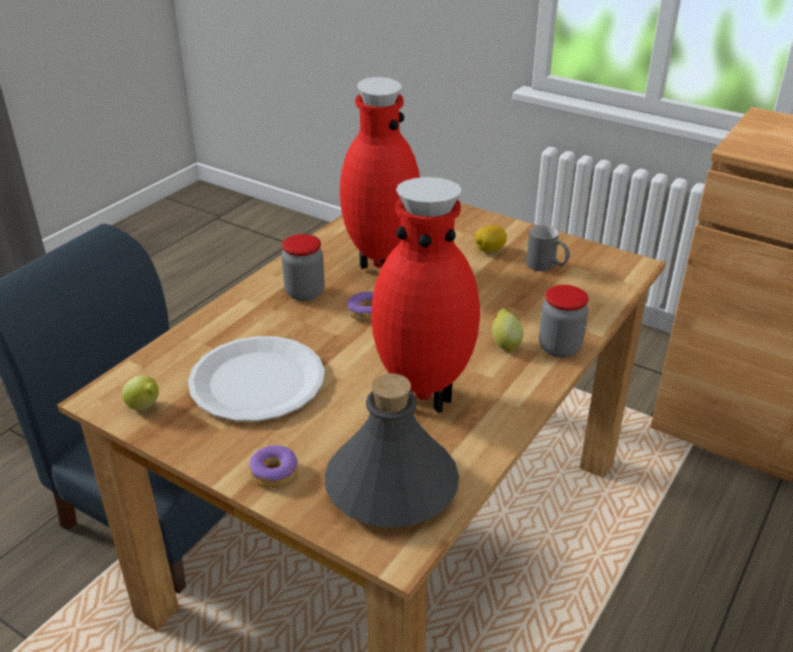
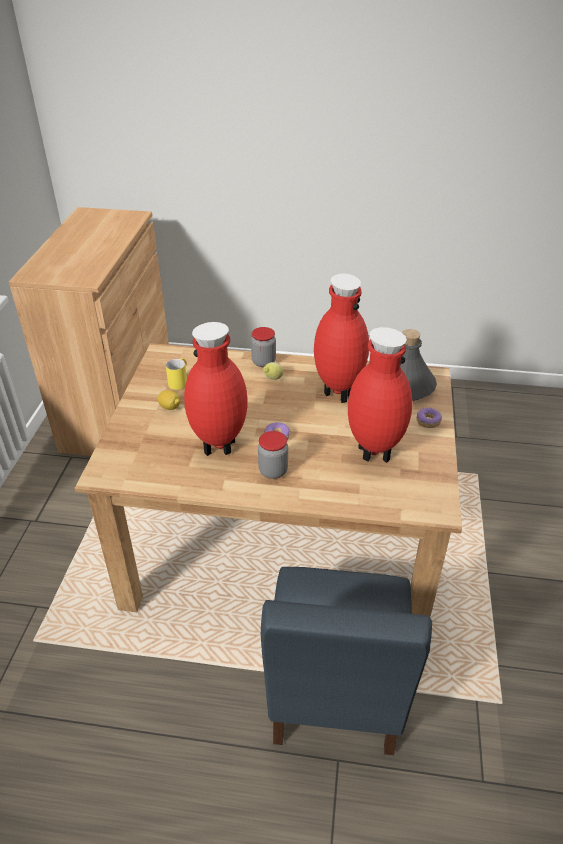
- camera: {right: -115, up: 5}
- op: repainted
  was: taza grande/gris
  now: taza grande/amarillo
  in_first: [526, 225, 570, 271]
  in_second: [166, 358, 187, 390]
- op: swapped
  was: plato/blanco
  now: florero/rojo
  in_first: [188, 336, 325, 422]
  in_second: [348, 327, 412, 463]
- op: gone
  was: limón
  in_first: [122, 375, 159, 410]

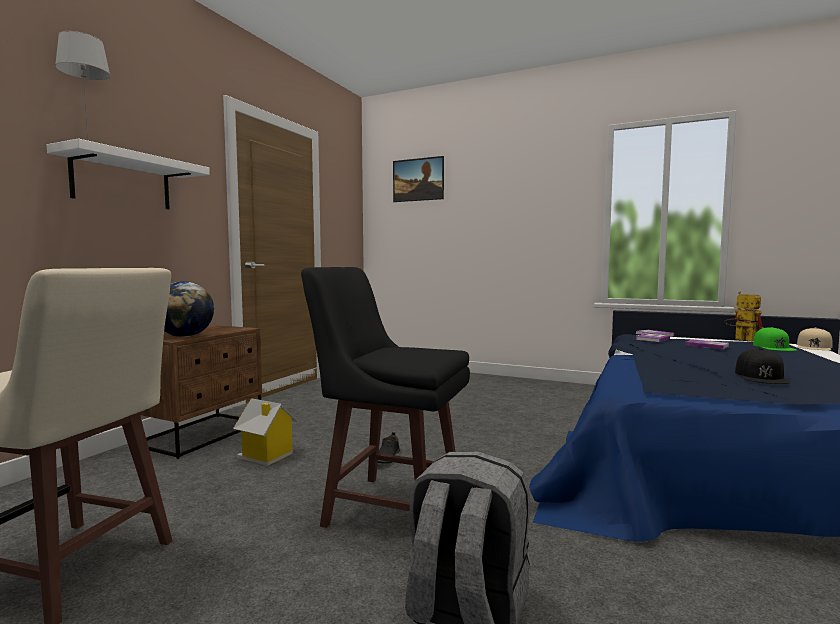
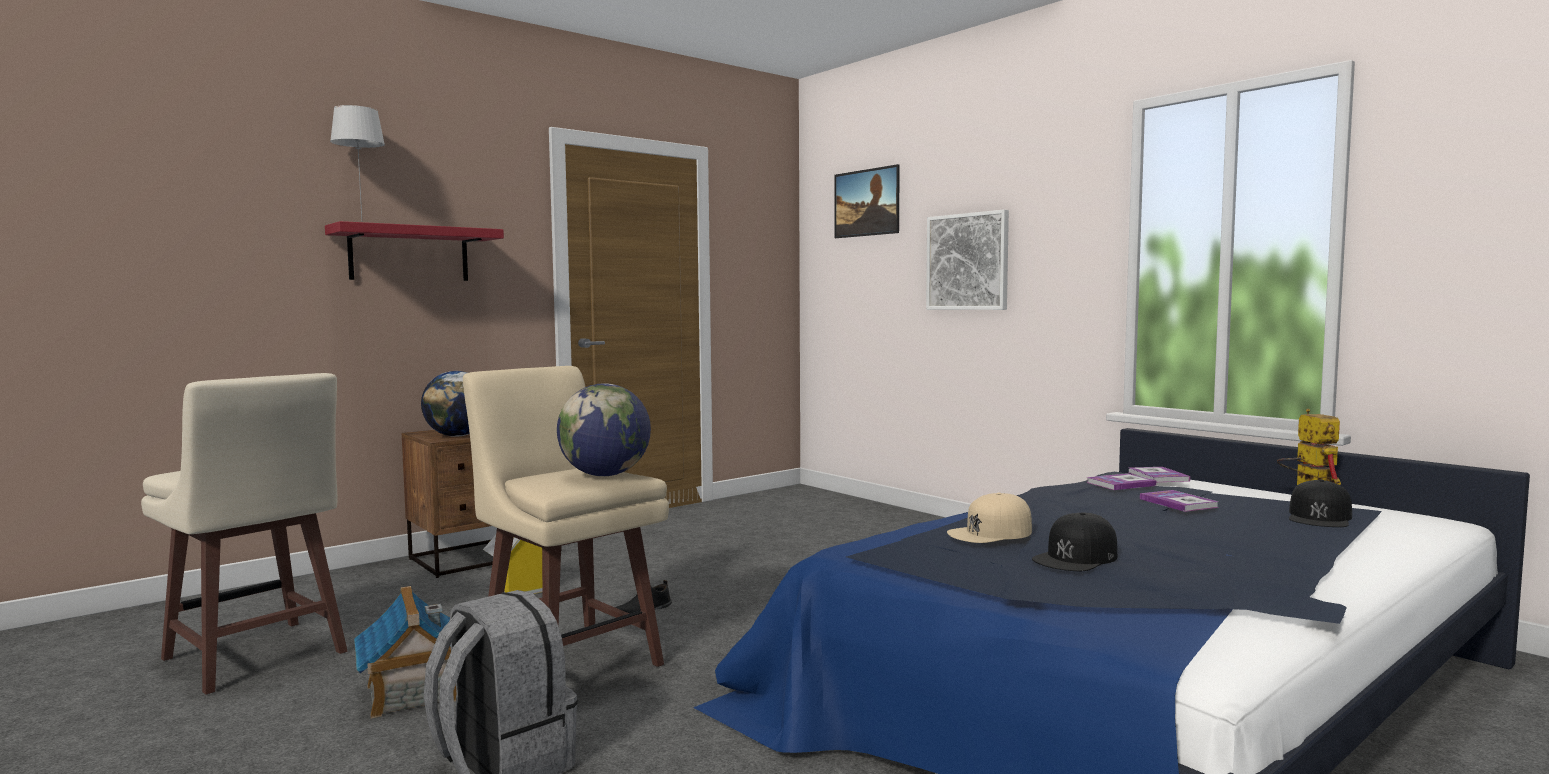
- camera: {right: 25, up: 0}
- op: repainted
  was: estante/blanco
  now: estante/rojo
  in_first: [47, 138, 210, 209]
  in_second: [325, 221, 504, 281]
- op: repainted
  was: taburete/negro
  now: taburete/beis
  in_first: [301, 267, 470, 528]
  in_second: [463, 366, 669, 667]
- op: repainted
  was: gorra/verde
  now: gorra/negro
  in_first: [753, 327, 797, 351]
  in_second: [1289, 480, 1352, 527]
- op: shifted
  was: gorra/beis
  in_first: [797, 328, 833, 350]
  in_second: [947, 493, 1032, 543]
- op: new
  now: cuadro
  in_second: [926, 209, 1009, 310]
- op: new
  now: globo terráqueo
  in_second: [557, 383, 651, 476]
- op: new
  now: casita
  in_second: [354, 586, 456, 718]

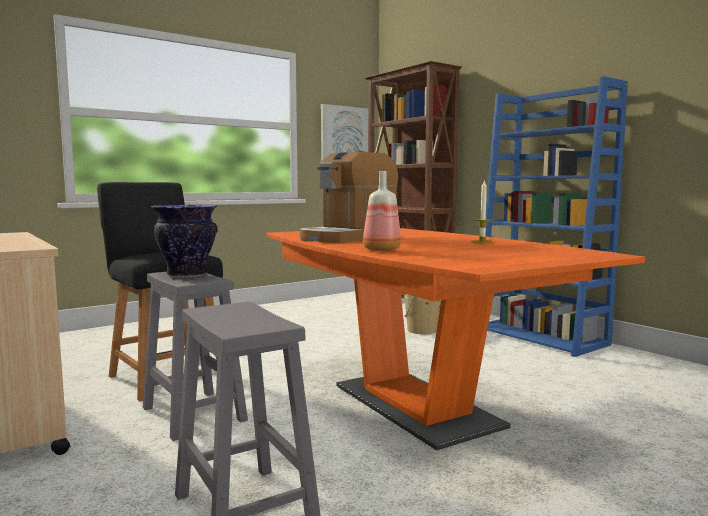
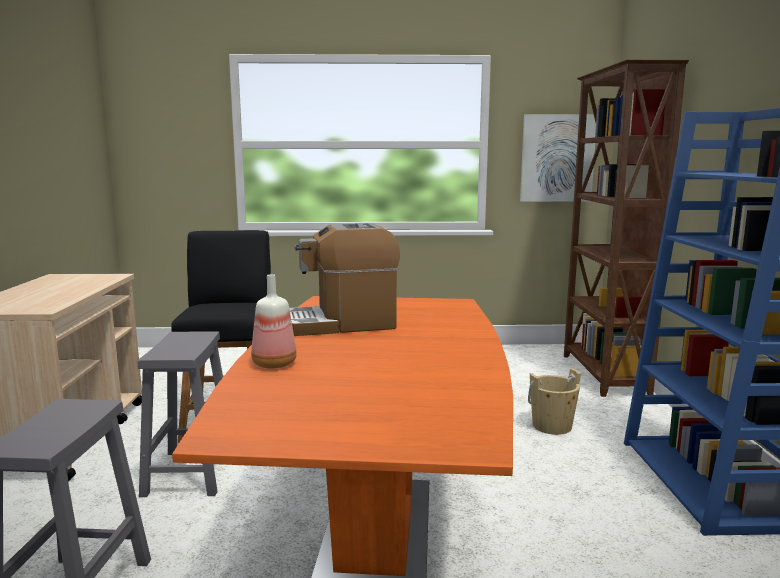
- camera: {right: 35, up: 5}
- op: gone
  was: vela
  in_first: [471, 181, 494, 243]
- op: gone
  was: florero
  in_first: [151, 204, 218, 278]

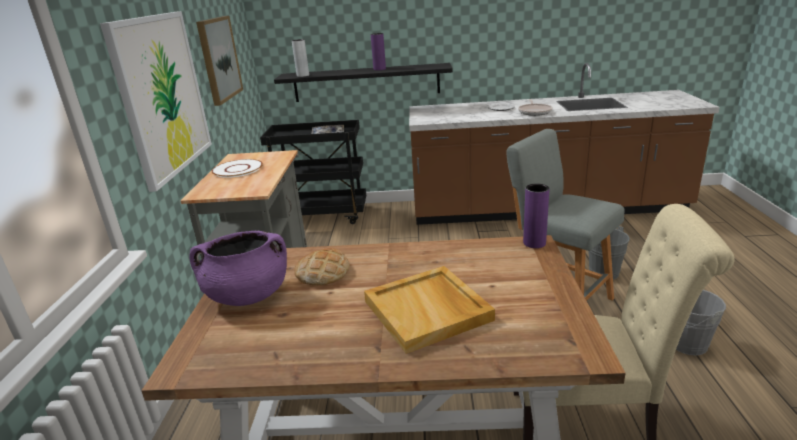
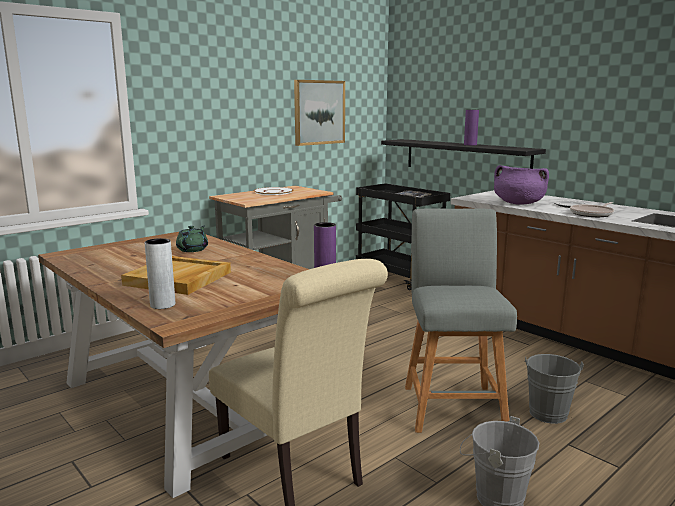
- camera: {right: 45, up: -10}
- op: gone
  was: cuadro
  in_first: [100, 11, 212, 192]
- op: shifted
  was: florero/gris
  in_first: [292, 39, 309, 77]
  in_second: [145, 238, 175, 309]
- op: shifted
  was: olla/morado
  in_first: [189, 231, 287, 306]
  in_second: [494, 165, 549, 205]
- op: swapped
  was: pan
  now: tetera/verde
  in_first: [294, 248, 350, 285]
  in_second: [176, 226, 208, 252]

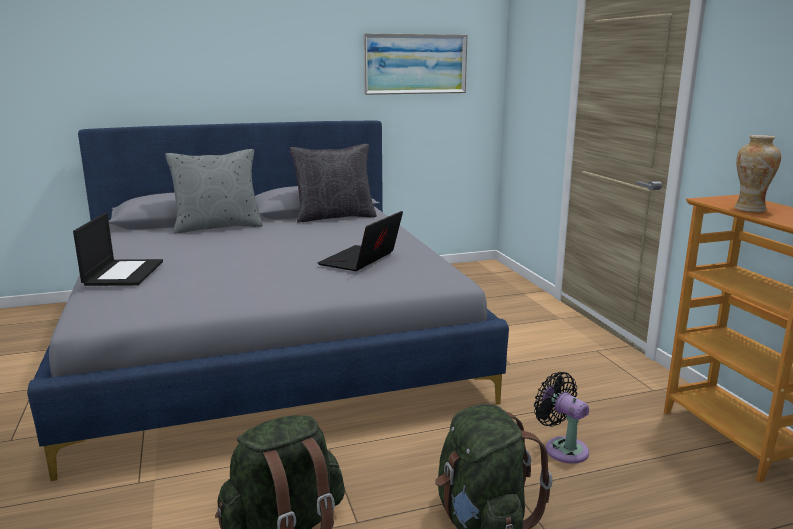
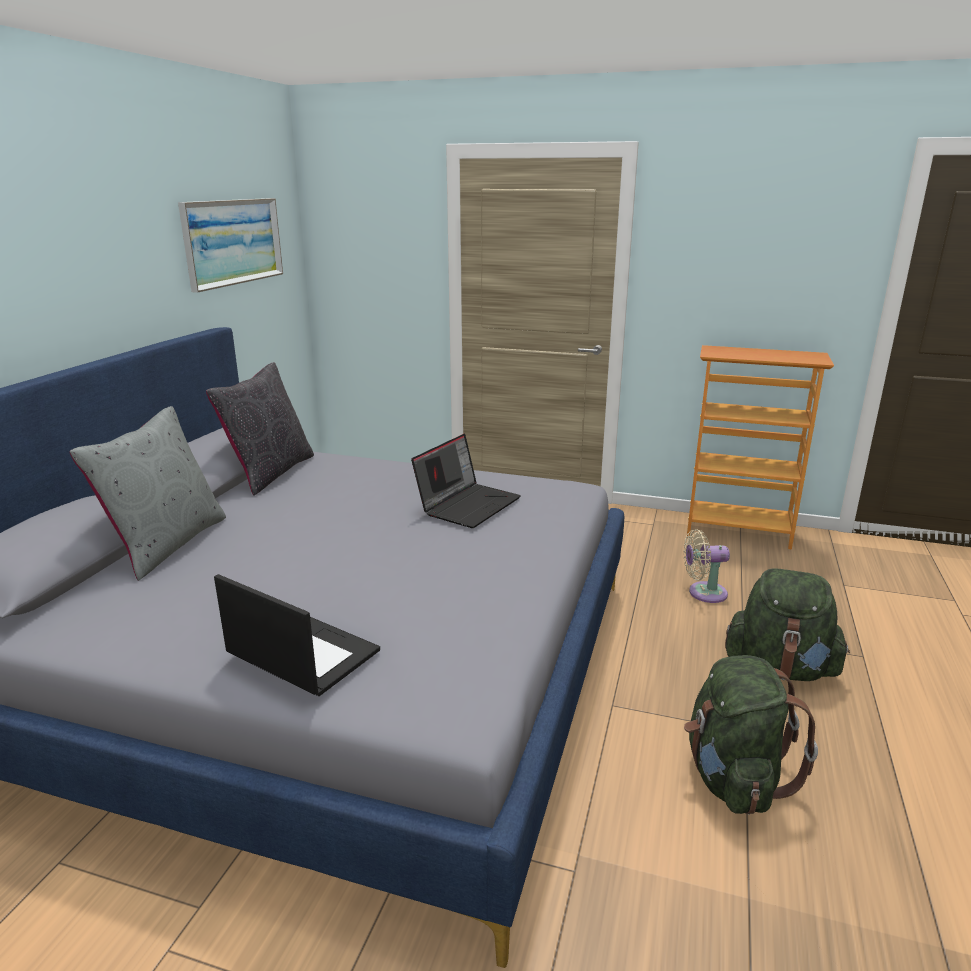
- camera: {right: -55, up: 5}
- op: gone
  was: florero
  in_first: [734, 135, 781, 212]
- op: rotated
  was: portátil
  in_first: [317, 211, 403, 271]
  in_second: [411, 434, 521, 528]
  clockwise: -120
- op: repainted
  was: ventilador/negro
  now: ventilador/beis
  in_first: [534, 372, 589, 464]
  in_second: [683, 529, 730, 603]

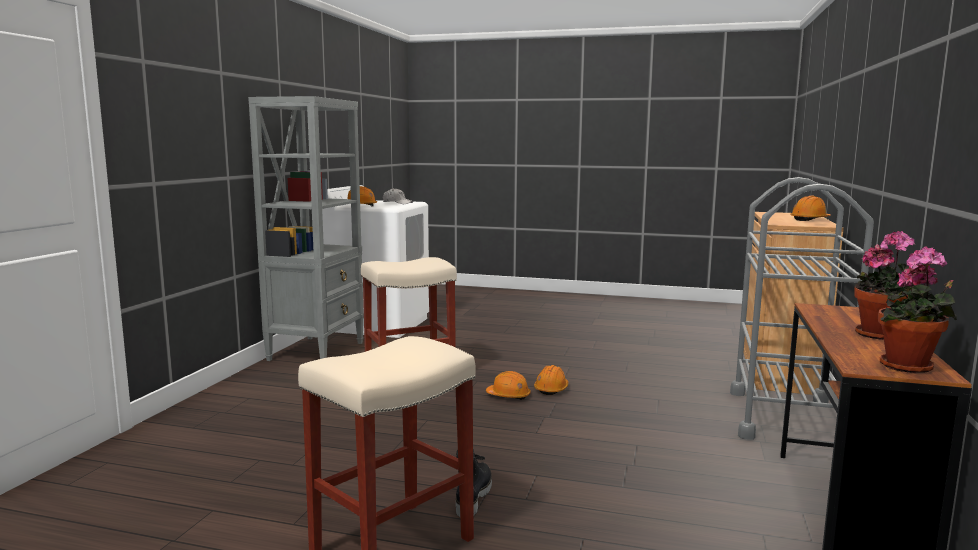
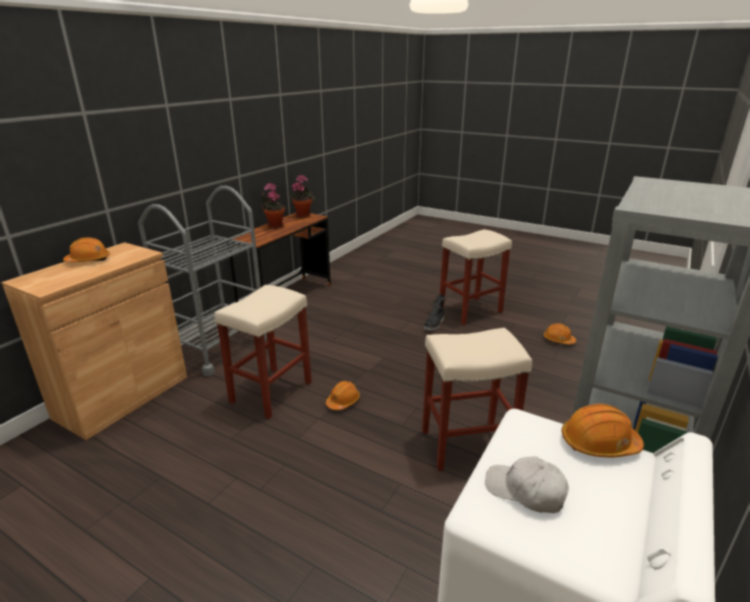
- camera: {right: -165, up: 15}
- op: shifted
  was: casco/naranja
  in_first: [486, 371, 531, 400]
  in_second: [544, 323, 576, 344]
- op: new
  now: taburete/beis
  in_second: [215, 285, 312, 419]

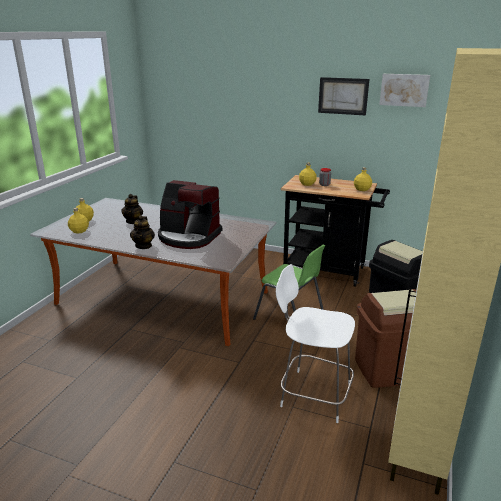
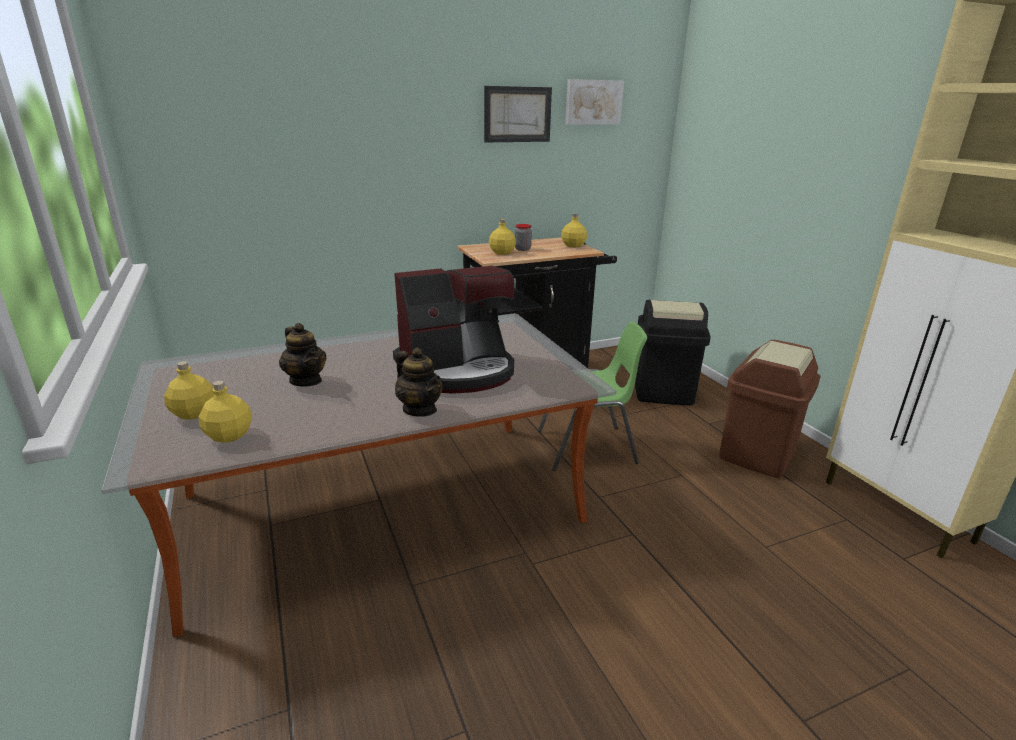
- camera: {right: -45, up: 0}
- op: gone
  was: taburete/blanco
  in_first: [276, 264, 355, 423]

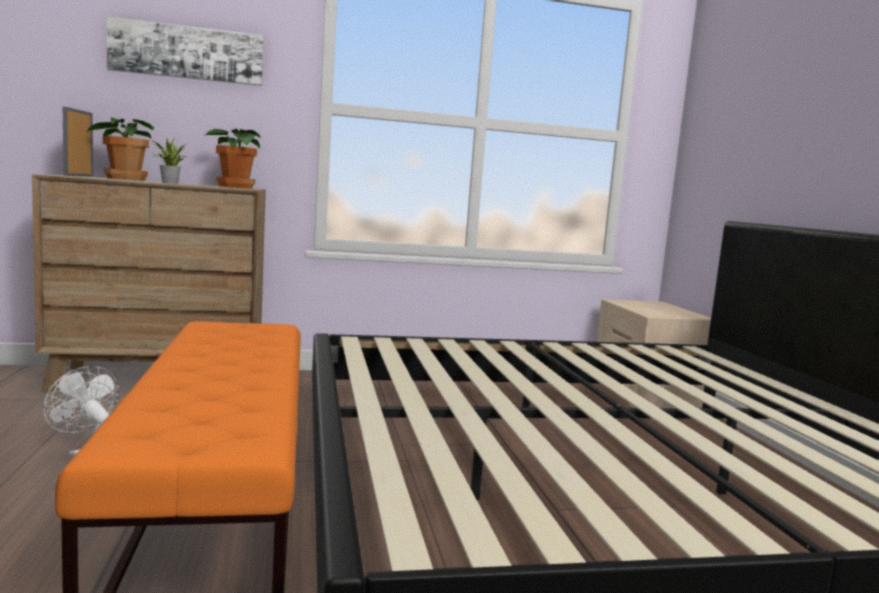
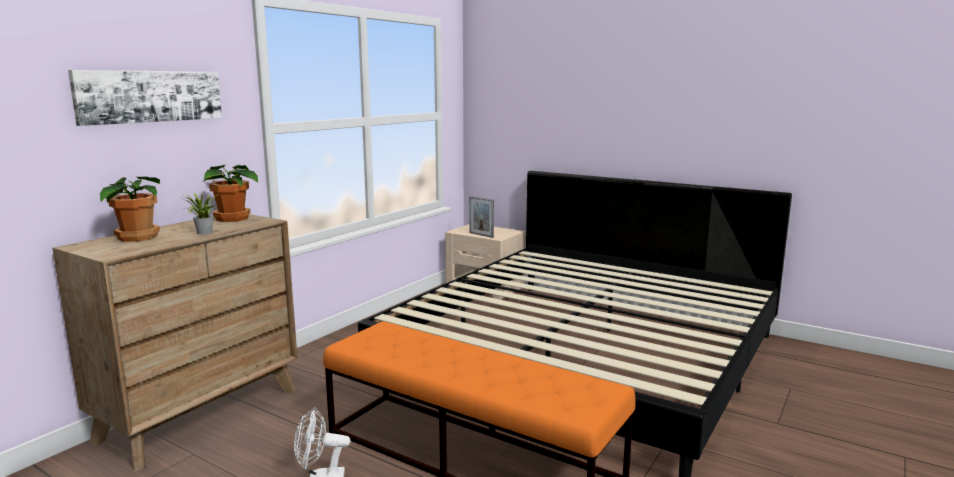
- camera: {right: -45, up: 5}
- op: shifted
  was: portarretratos
  in_first: [63, 106, 93, 177]
  in_second: [469, 196, 494, 238]

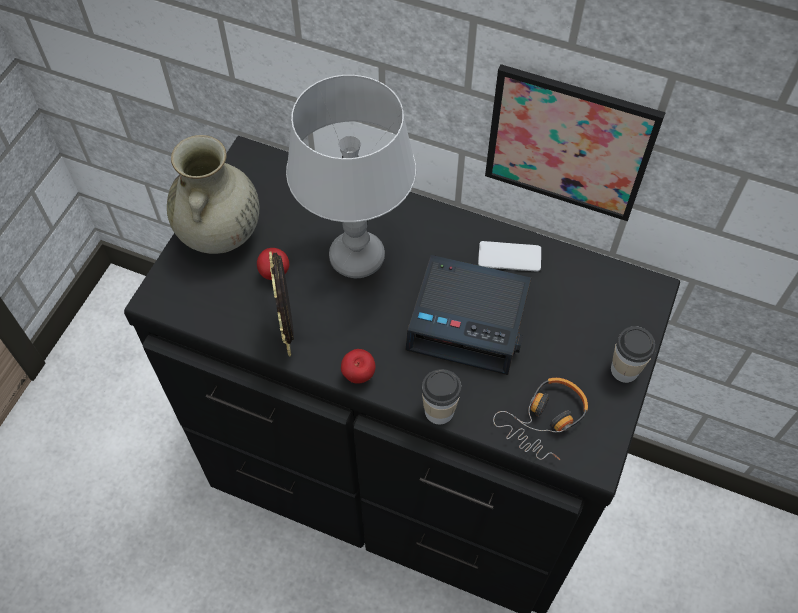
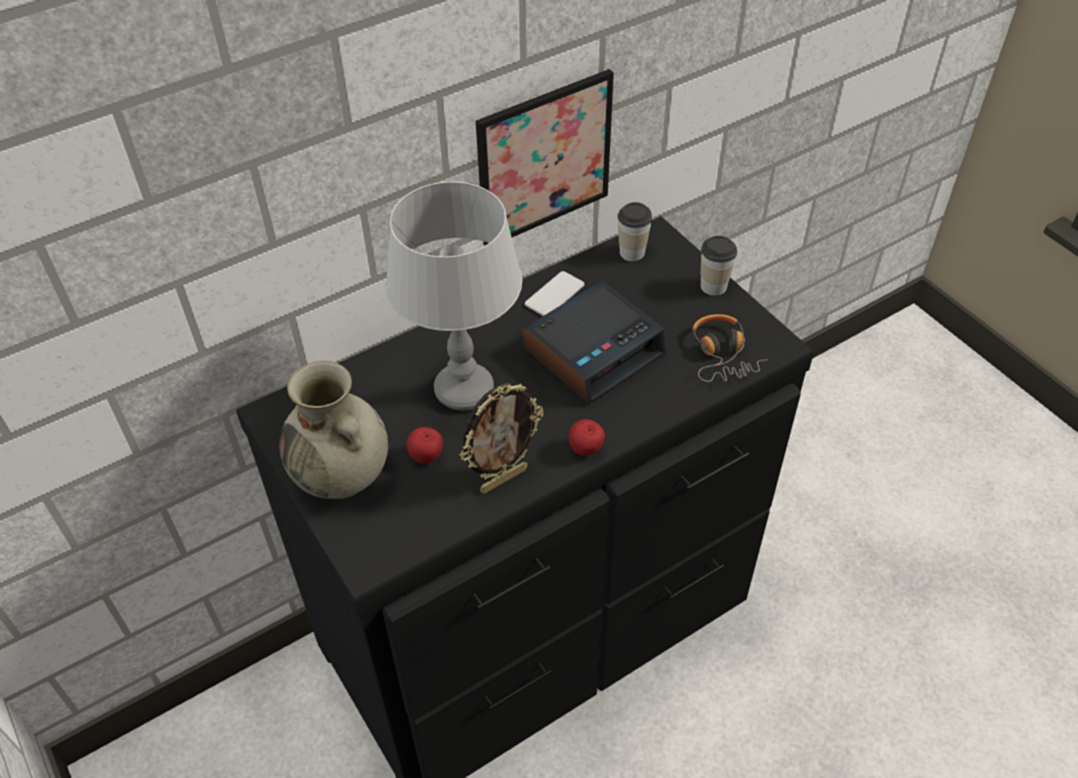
- camera: {right: -55, up: -10}
- op: rotated
  was: portarretratos
  in_first: [269, 252, 294, 357]
  in_second: [460, 383, 544, 494]
  clockwise: -60
- op: shifted
  was: taza
  in_first: [421, 369, 462, 424]
  in_second: [618, 202, 652, 261]

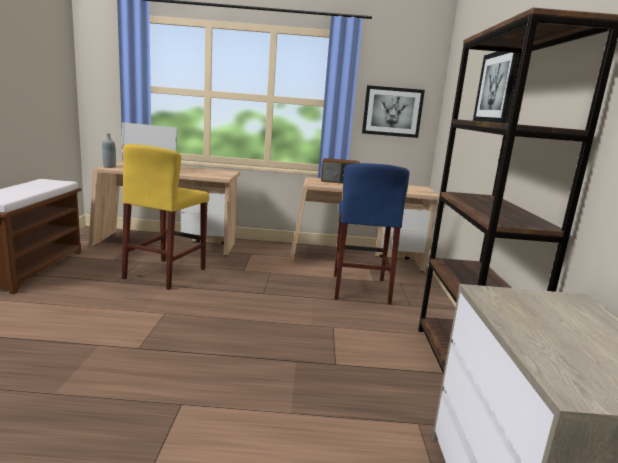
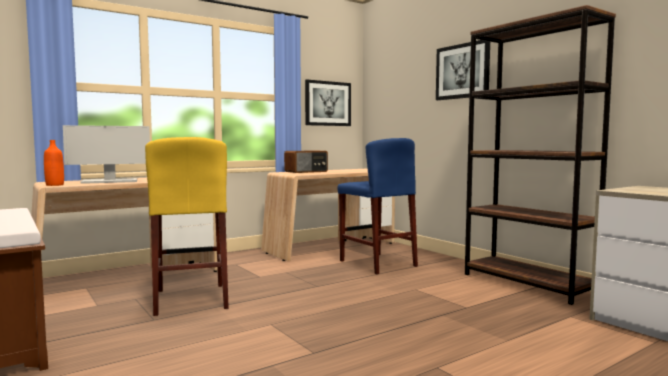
- camera: {right: -35, up: -10}
- op: repainted
  was: botella/gris
  now: botella/naranja
  in_first: [102, 133, 116, 168]
  in_second: [44, 140, 64, 186]

